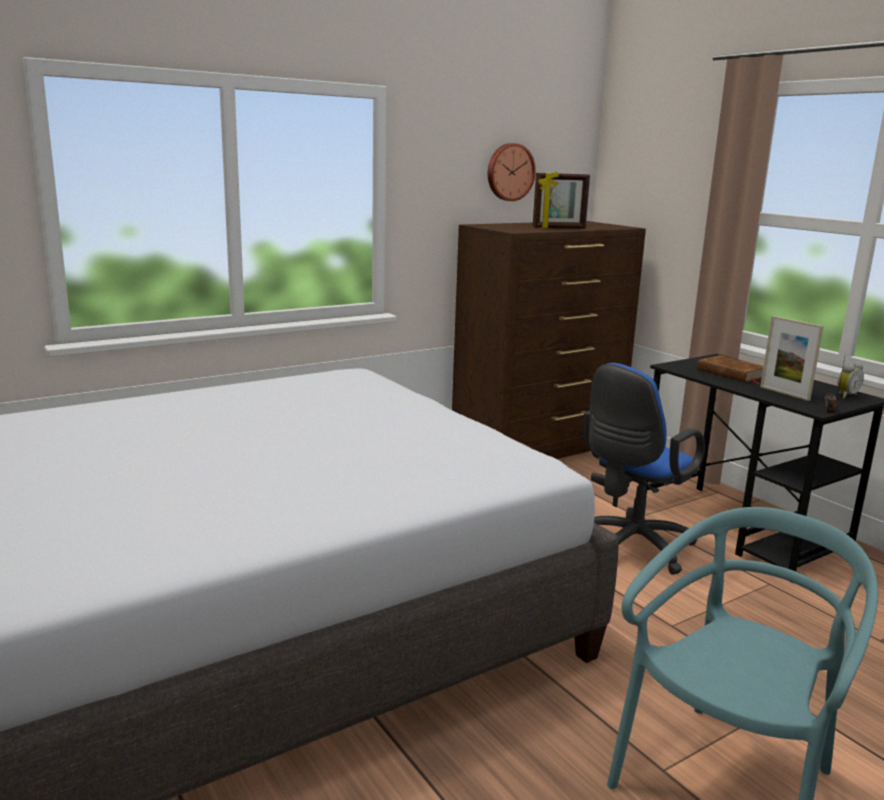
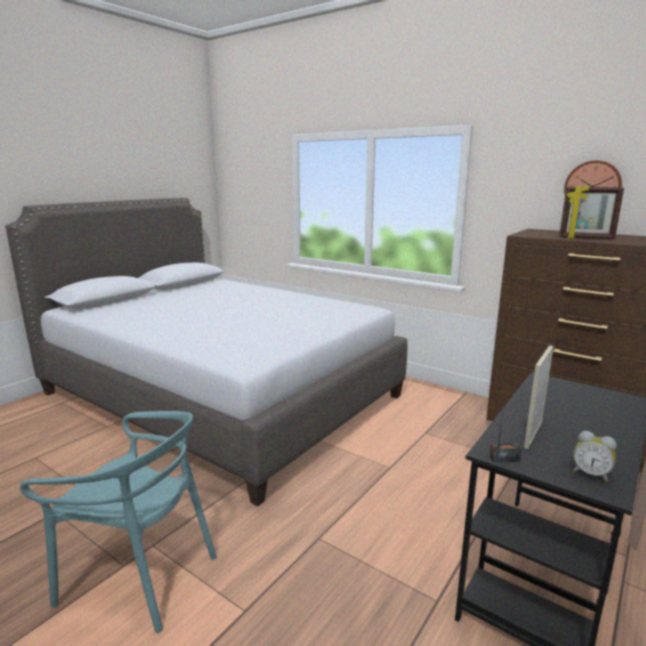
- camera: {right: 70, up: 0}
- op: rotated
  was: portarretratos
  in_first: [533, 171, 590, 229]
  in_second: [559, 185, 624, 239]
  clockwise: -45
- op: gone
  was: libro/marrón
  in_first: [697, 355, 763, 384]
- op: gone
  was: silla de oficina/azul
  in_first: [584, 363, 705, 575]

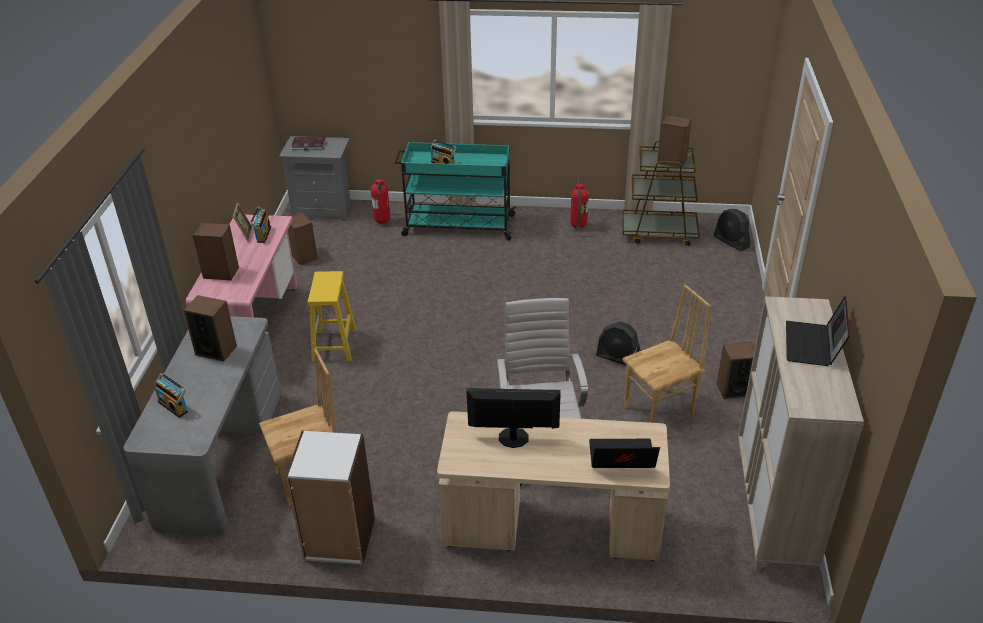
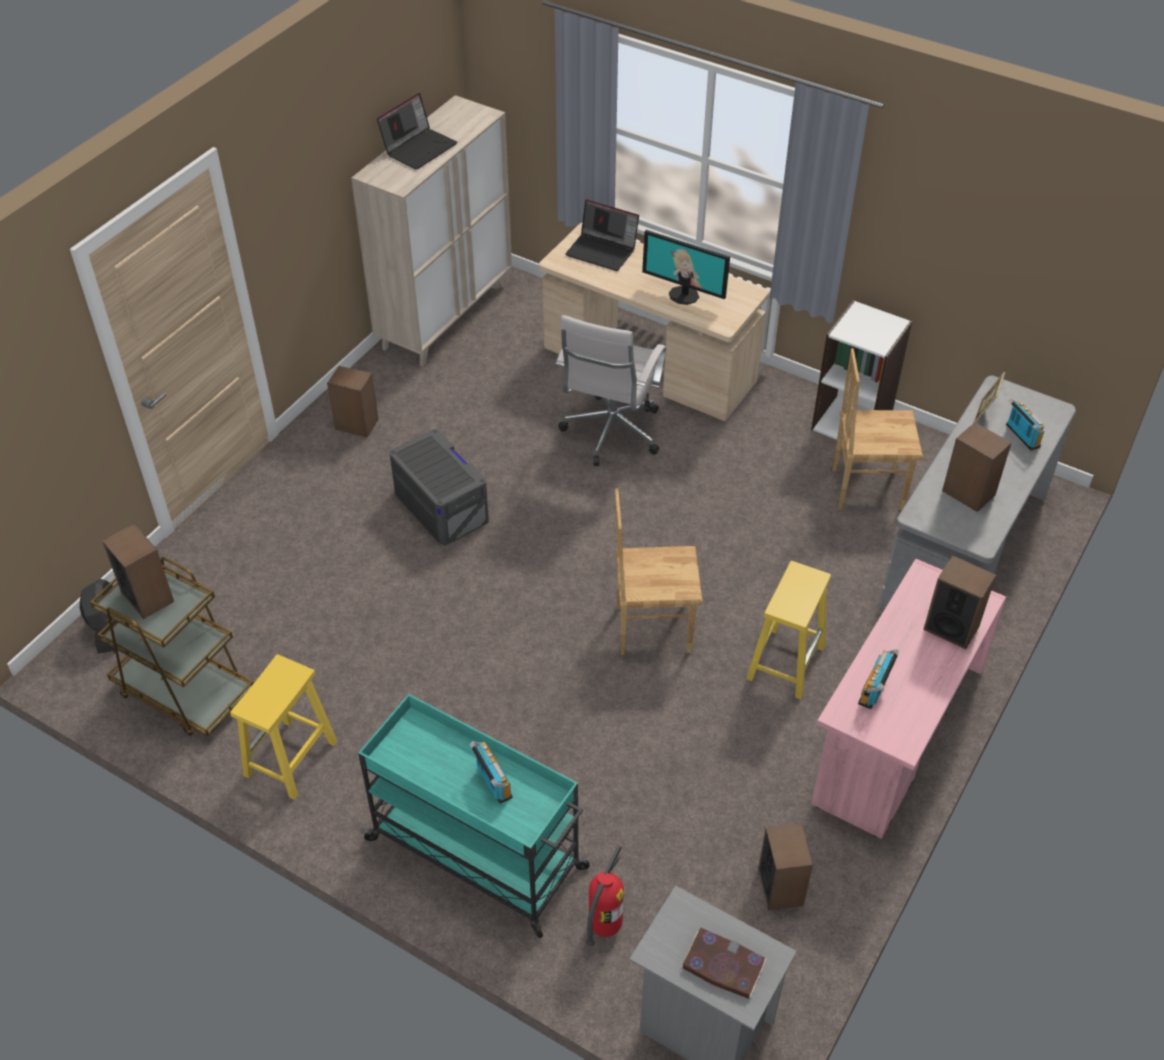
- camera: {right: -155, up: 10}
- op: swapped
  was: extintor
  now: taburete/amarillo
  in_first: [570, 174, 589, 229]
  in_second: [230, 654, 337, 800]
- op: shifted
  was: portarretratos
  in_first: [233, 203, 253, 242]
  in_second: [973, 372, 1005, 423]
- op: shifted
  was: silla/marrón
  in_first: [623, 284, 711, 423]
  in_second: [615, 488, 703, 655]
- op: swapped
  was: ventilador/negro
  now: caja de almacenaje/gris
  in_first: [596, 322, 641, 365]
  in_second: [390, 429, 489, 546]

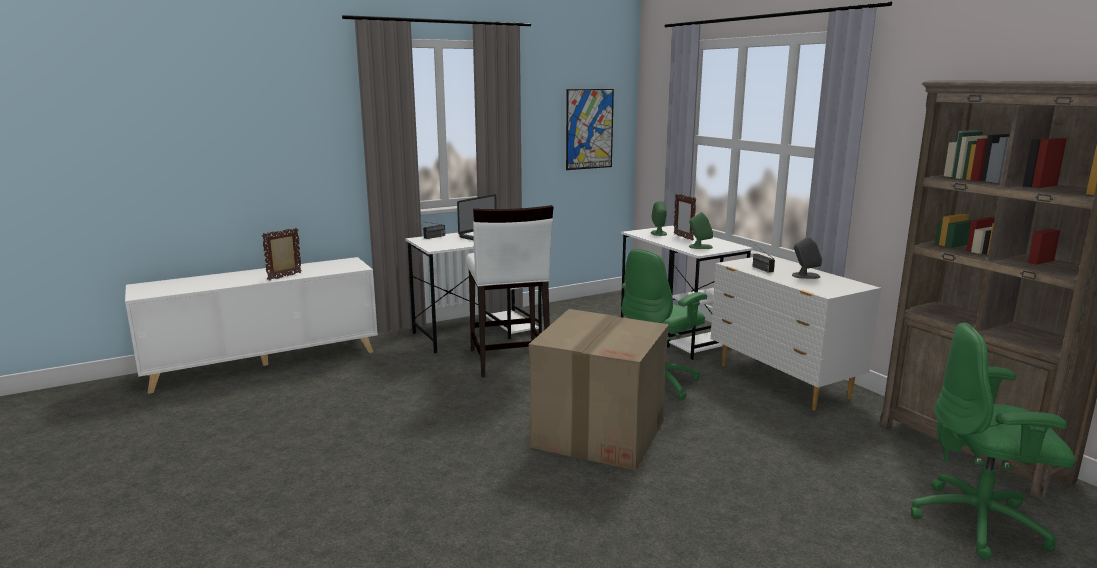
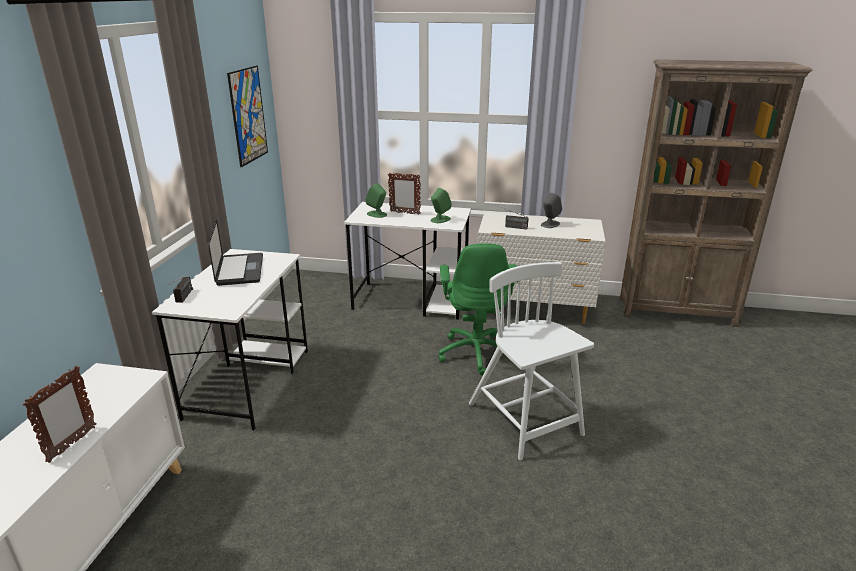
- camera: {right: -50, up: 10}
- op: gone
  was: taburete/blanco
  in_first: [466, 205, 553, 377]
- op: rotated
  was: portarretratos
  in_first: [262, 228, 302, 281]
  in_second: [23, 366, 97, 463]
  clockwise: -150
- op: swapped
  was: caja de cartón
  now: silla/blanco
  in_first: [529, 309, 669, 470]
  in_second: [469, 262, 594, 460]
- op: gone
  was: silla de oficina/verde
  in_first: [911, 322, 1075, 560]

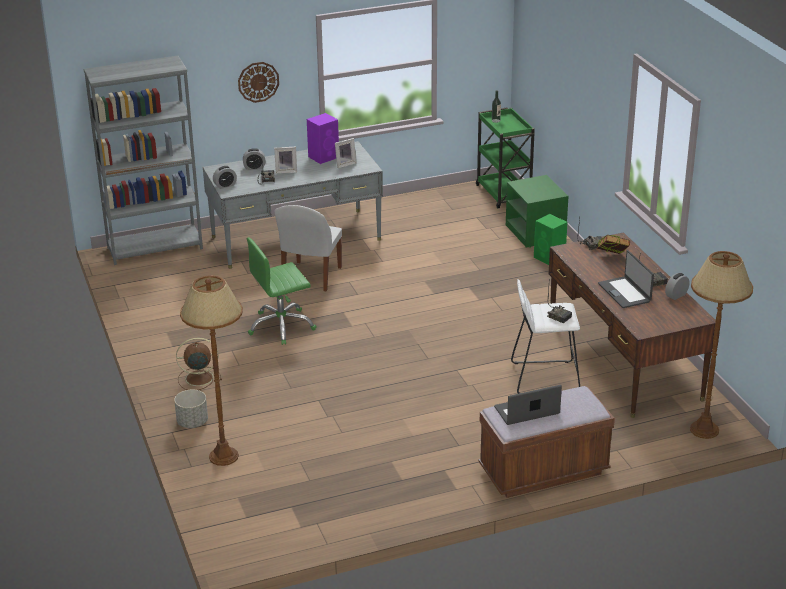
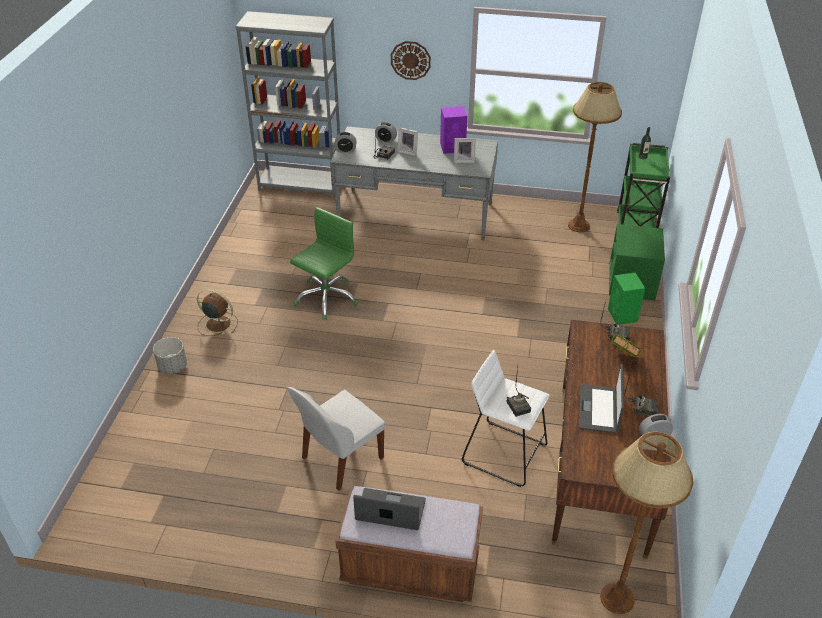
- camera: {right: 30, up: 10}
- op: shifted
  was: silla/blanco
  in_first: [274, 205, 342, 291]
  in_second: [287, 387, 385, 491]
- op: rotated
  was: silla de oficina/verde
  in_first: [247, 237, 317, 345]
  in_second: [290, 207, 358, 320]
  clockwise: 120
- op: shifted
  was: lámpara de pie/marrón
  in_first: [180, 275, 243, 466]
  in_second: [568, 82, 622, 232]

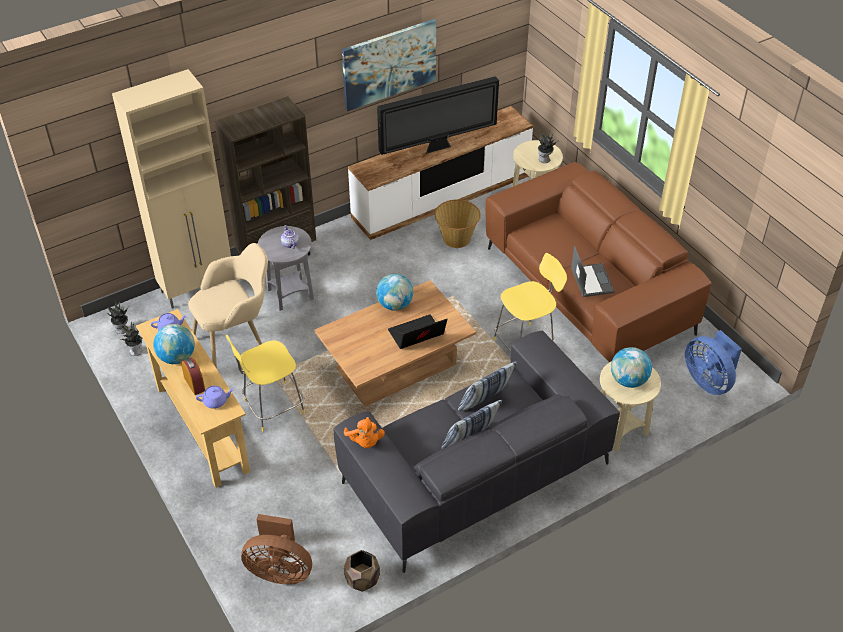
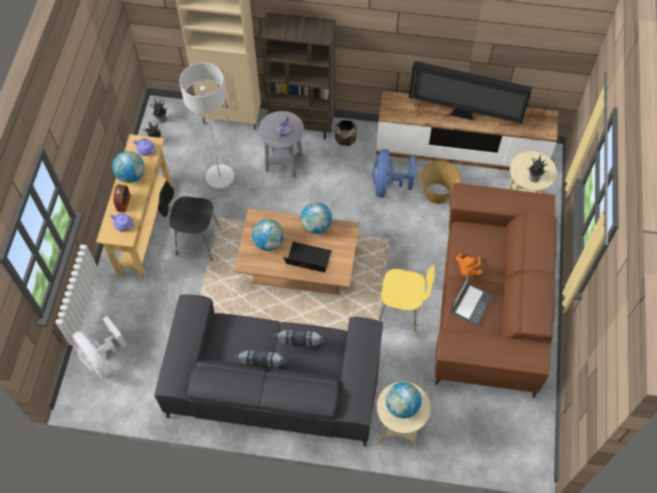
- camera: {right: 40, up: 15}
- op: gone
  was: cuadro
  in_first: [342, 19, 436, 111]
- op: swapped
  was: sillón/beis
  now: lámpara de pie/gris
  in_first: [188, 243, 268, 369]
  in_second: [179, 63, 234, 188]
- op: shifted
  was: ventilador/azul
  in_first: [685, 330, 742, 395]
  in_second: [372, 149, 416, 197]
- op: repainted
  was: taburete/amarillo
  now: taburete/negro
  in_first: [226, 335, 305, 432]
  in_second: [158, 181, 221, 261]
- op: shifted
  was: peluche/naranja
  in_first: [344, 417, 385, 448]
  in_second: [456, 252, 482, 277]
- op: repainted
  was: ventilador/marrón
  now: ventilador/blanco
  in_first: [241, 514, 312, 584]
  in_second: [72, 316, 127, 378]
- op: shifted
  was: maceta/marrón
  in_first: [344, 550, 380, 592]
  in_second: [335, 120, 357, 146]
- op: new
  now: globo terráqueo
  in_second: [252, 219, 284, 251]

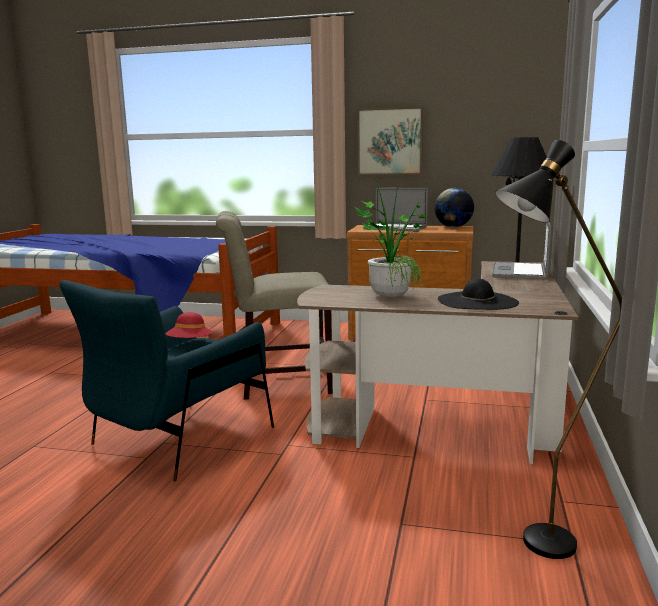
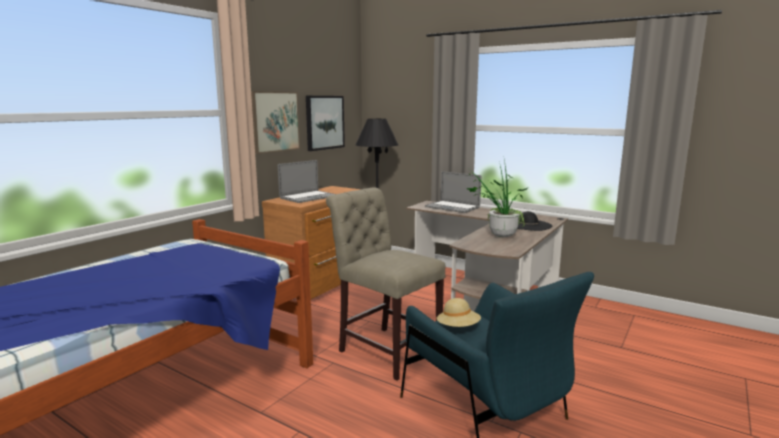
- camera: {right: -70, up: 0}
- op: gone
  was: lámpara de pie/negro
  in_first: [495, 140, 622, 559]
- op: gone
  was: globo terráqueo
  in_first: [434, 188, 474, 227]
- op: rotated
  was: silla/beis
  in_first: [216, 211, 333, 400]
  in_second: [326, 187, 446, 381]
  clockwise: 120
- op: repainted
  was: sombrero/rojo
  now: sombrero/beis
  in_first: [166, 312, 213, 338]
  in_second: [437, 298, 481, 327]
- op: new
  now: cuadro
  in_second: [306, 96, 345, 151]

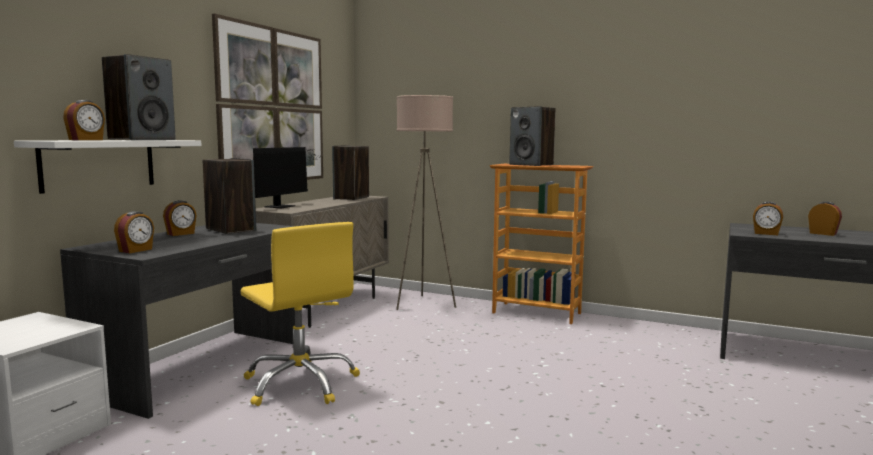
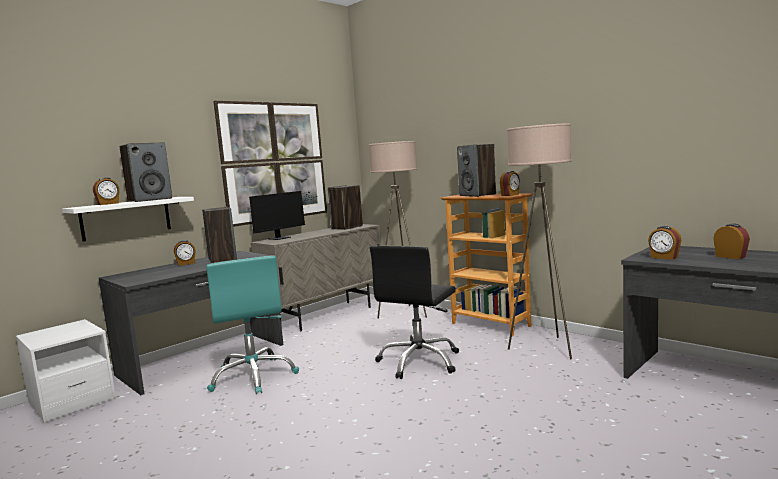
- camera: {right: 20, up: 0}
- op: shifted
  was: despertador
  in_first: [114, 211, 154, 253]
  in_second: [500, 171, 520, 196]
- op: repainted
  was: silla de oficina/amarillo
  now: silla de oficina/turquesa
  in_first: [240, 222, 360, 406]
  in_second: [206, 256, 299, 394]
- op: new
  now: lámpara de pie/beis
  in_second: [507, 123, 572, 359]
- op: new
  now: silla de oficina/negro
  in_second: [370, 246, 459, 379]

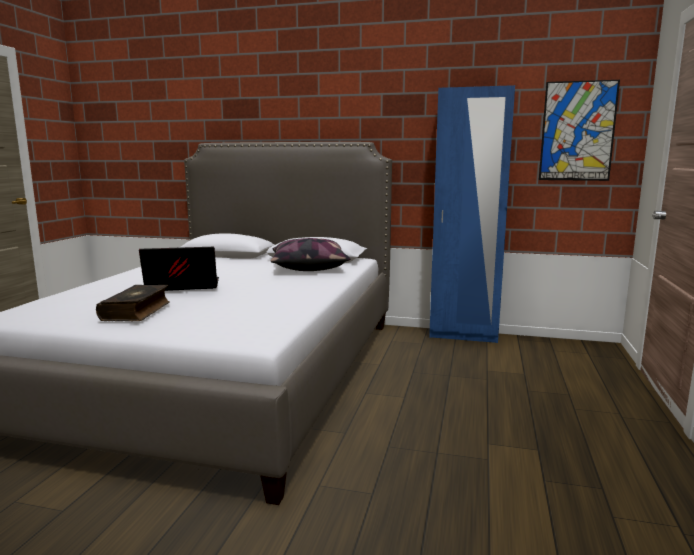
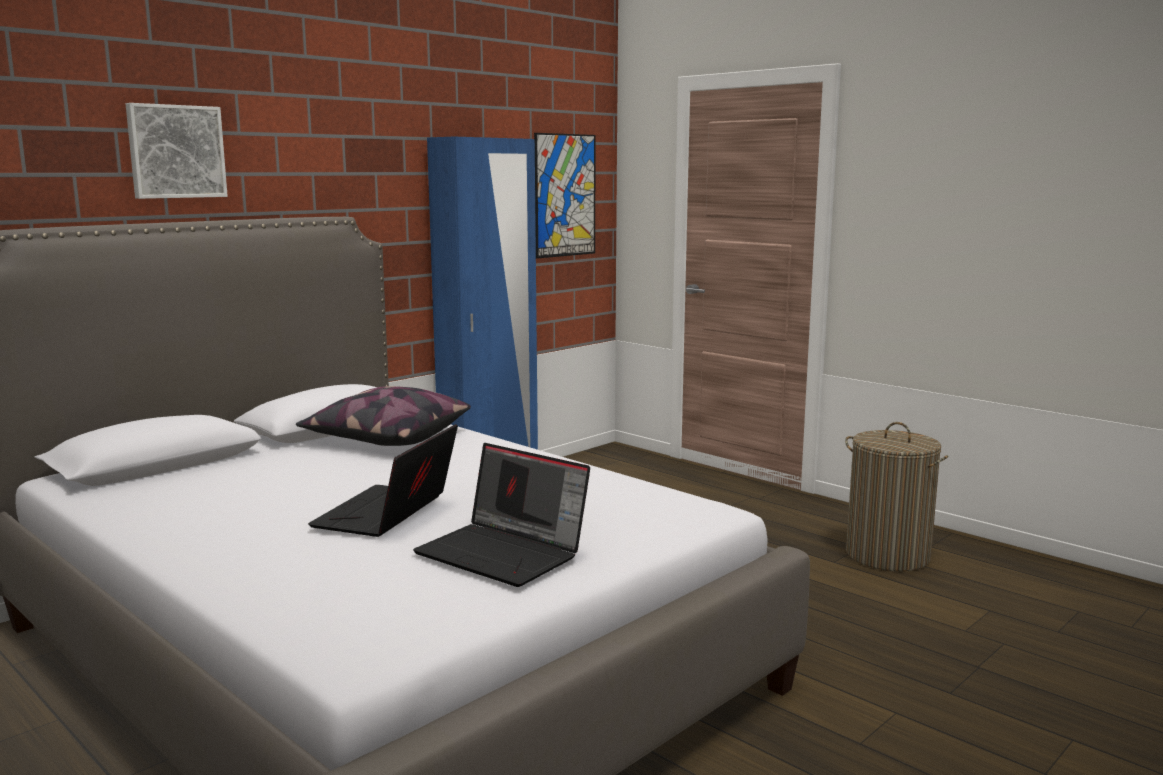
- camera: {right: -60, up: 0}
- op: swapped
  was: libro
  now: portátil
  in_first: [96, 285, 170, 321]
  in_second: [413, 443, 590, 587]
- op: new
  now: cuadro
  in_second: [126, 103, 228, 199]
- op: new
  now: cesto de la ropa
  in_second: [845, 422, 949, 571]

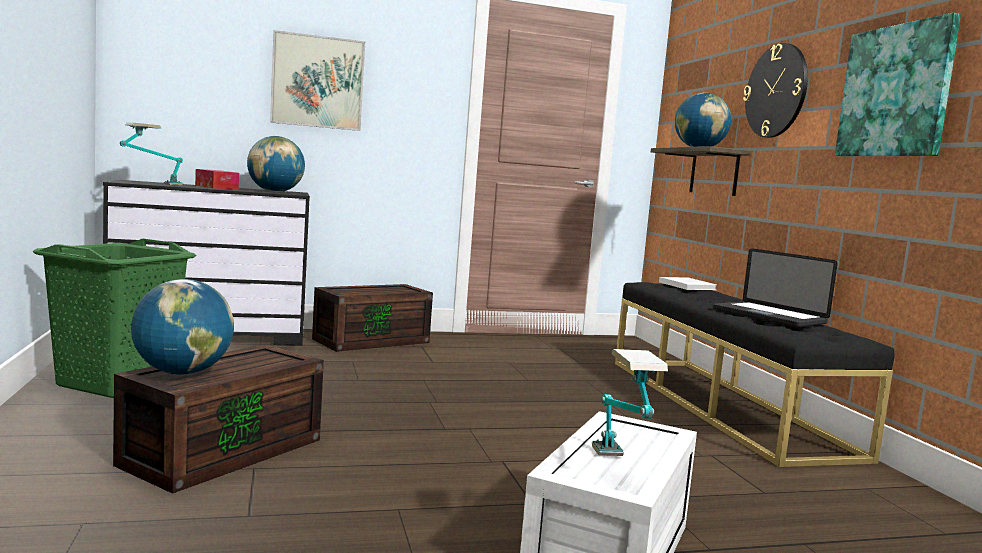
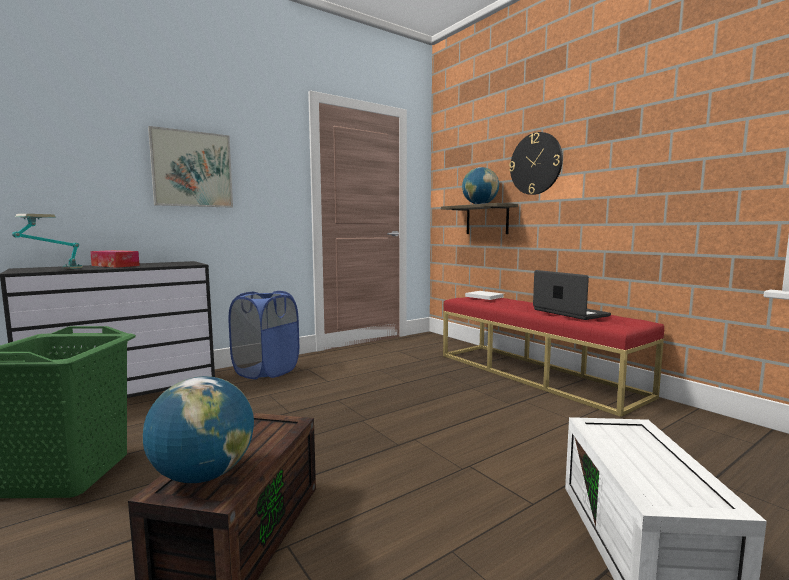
- camera: {right: -20, up: 0}
- op: gone
  was: cuadro
  in_first: [835, 12, 961, 156]
- op: gone
  was: globo terráqueo
  in_first: [247, 136, 305, 192]
- op: rotated
  was: portátil
  in_first: [712, 248, 838, 327]
  in_second: [533, 270, 611, 320]
  clockwise: -150
- op: repainted
  was: banco/negro
  now: banco/rojo
  in_first: [615, 282, 895, 467]
  in_second: [443, 297, 664, 417]
- op: swapped
  was: caja de almacenaje/marrón
  now: cesto de la ropa/azul
  in_first: [312, 284, 433, 352]
  in_second: [229, 291, 299, 379]
- op: gone
  was: lámpara de mesa
  in_first: [592, 349, 668, 456]

